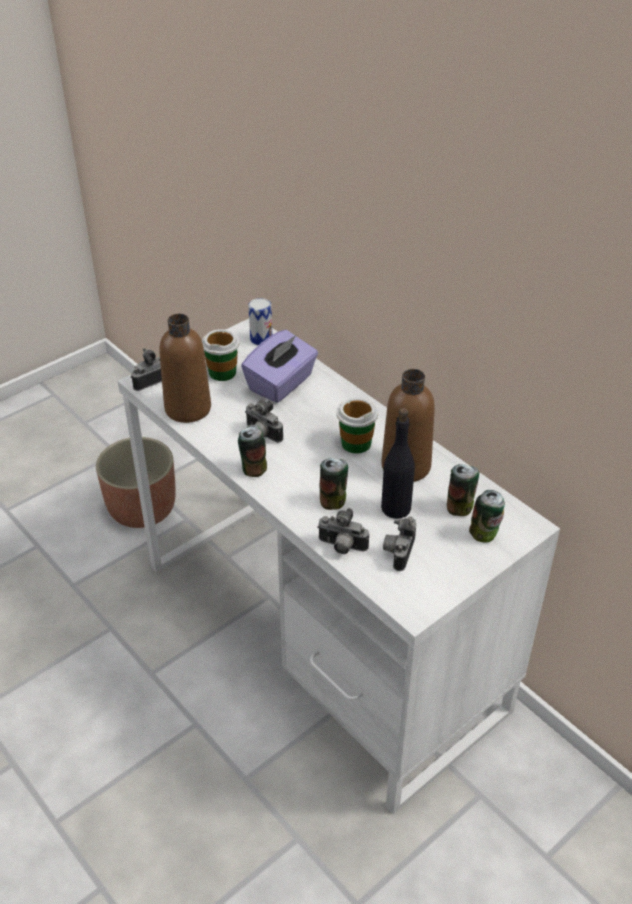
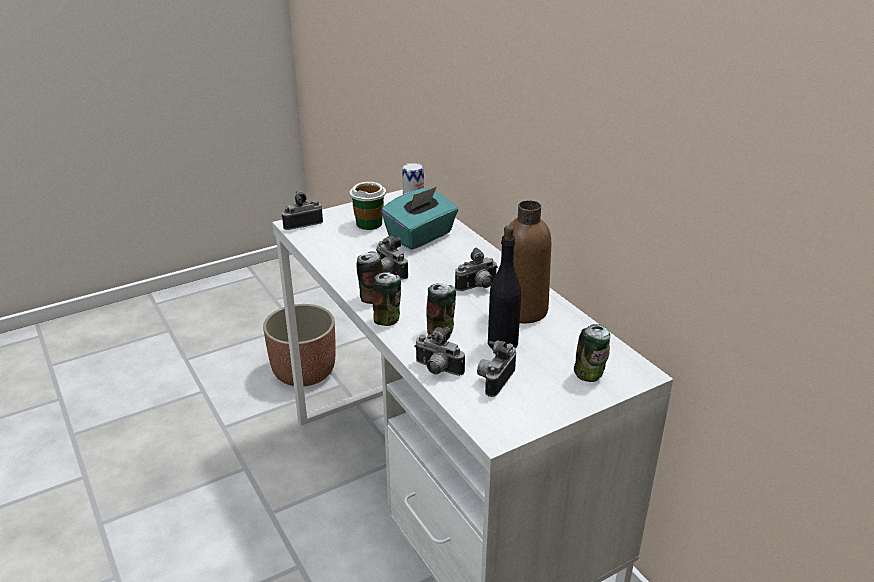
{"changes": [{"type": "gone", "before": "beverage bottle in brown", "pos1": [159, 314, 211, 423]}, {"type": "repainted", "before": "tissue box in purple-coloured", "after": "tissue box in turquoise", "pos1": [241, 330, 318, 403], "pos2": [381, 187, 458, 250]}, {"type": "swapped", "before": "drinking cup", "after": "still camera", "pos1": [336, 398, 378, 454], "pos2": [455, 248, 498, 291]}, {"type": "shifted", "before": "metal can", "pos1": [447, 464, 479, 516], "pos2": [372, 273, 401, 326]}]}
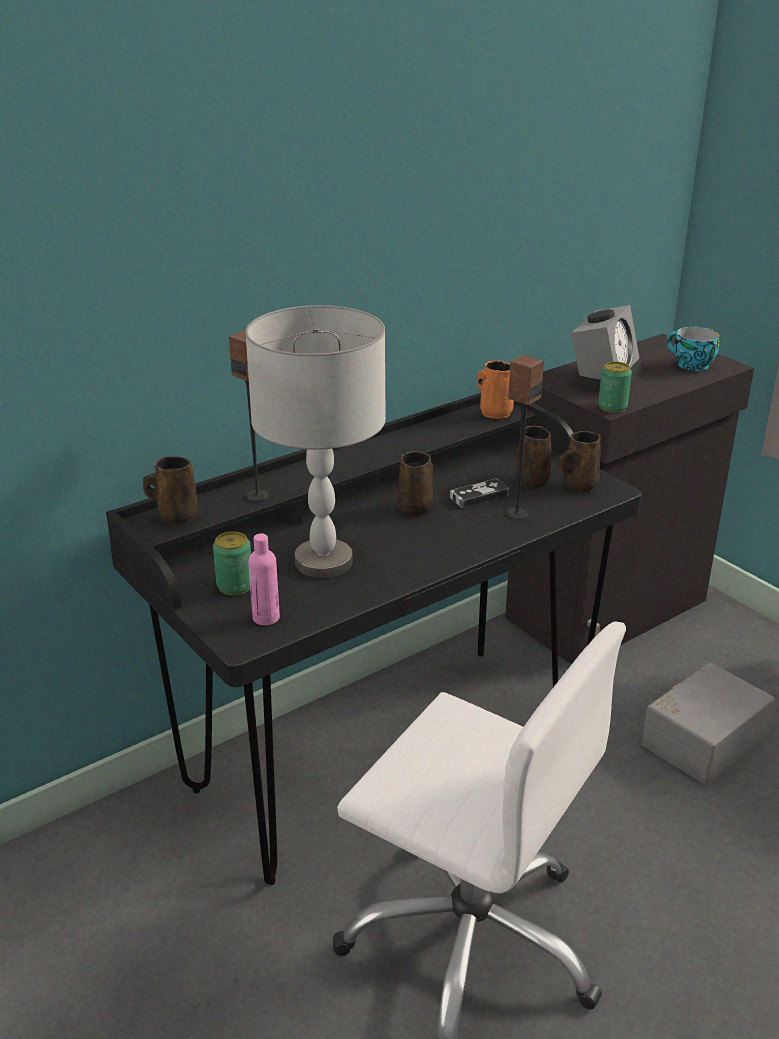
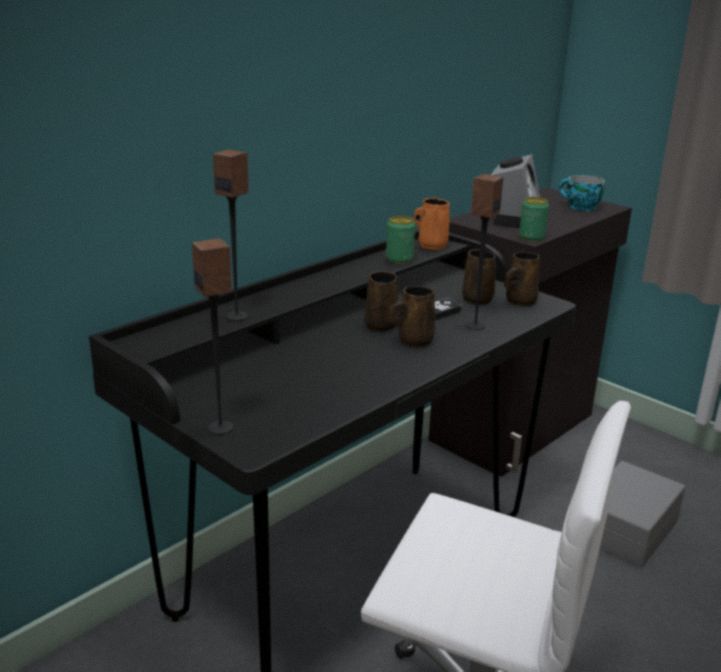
{"changes": [{"type": "gone", "before": "tabletop lamp in greyish", "pos1": [245, 305, 386, 578]}, {"type": "shifted", "before": "mug in brown", "pos1": [143, 456, 198, 526], "pos2": [389, 286, 435, 348]}, {"type": "shifted", "before": "metal can", "pos1": [213, 531, 251, 595], "pos2": [386, 216, 415, 264]}, {"type": "gone", "before": "beverage bottle in pink-coloured", "pos1": [248, 533, 280, 625]}, {"type": "new", "after": "speaker", "pos2": [192, 238, 233, 435]}]}
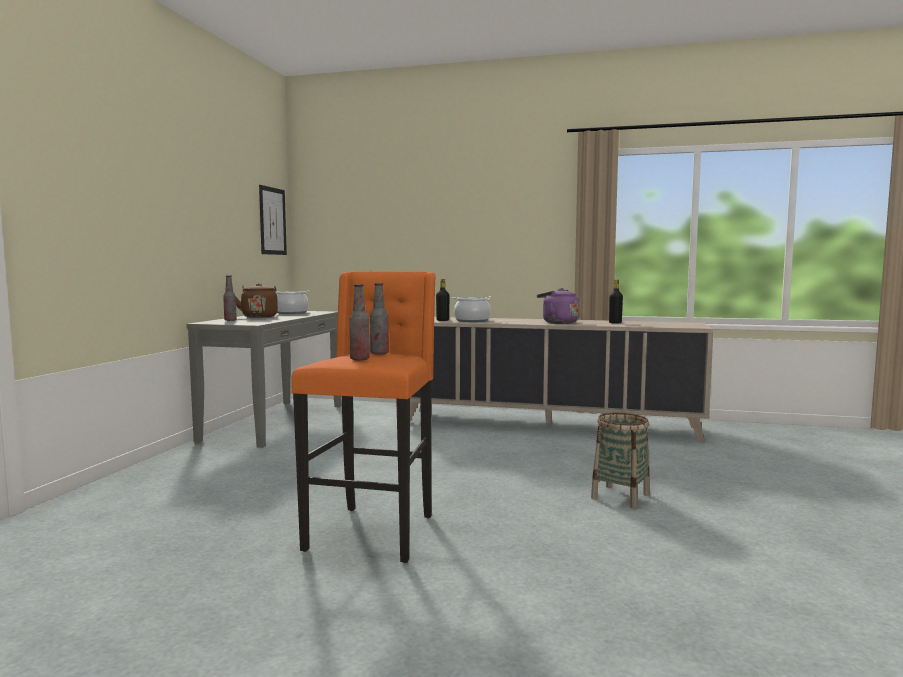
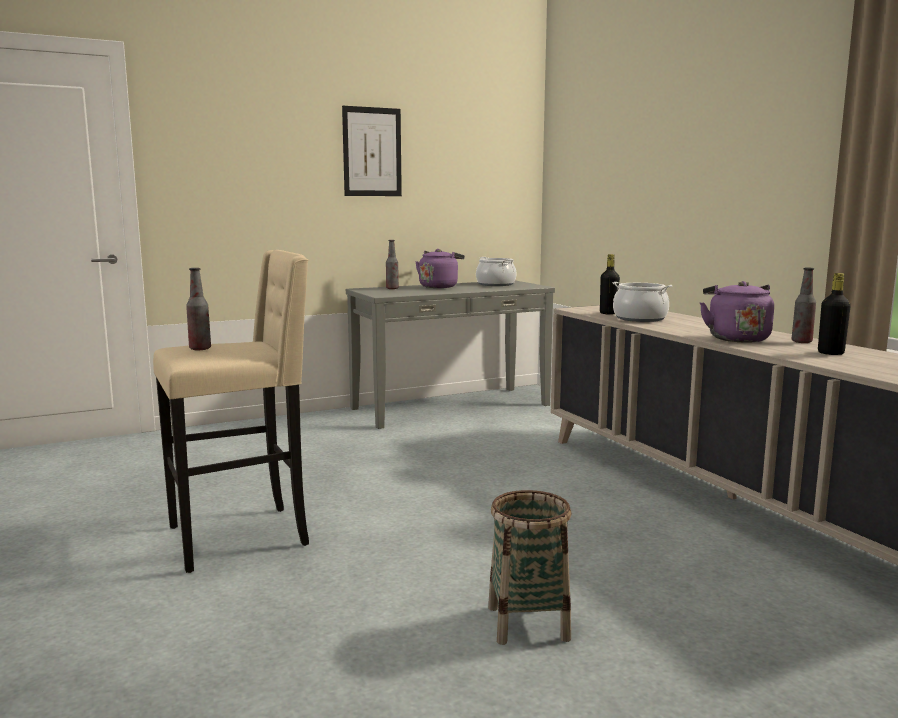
{"changes": [{"type": "shifted", "before": "wall art", "pos1": [259, 185, 287, 255], "pos2": [342, 106, 402, 196]}, {"type": "repainted", "before": "stool in orange", "after": "stool in beige-coloured", "pos1": [291, 271, 436, 563], "pos2": [153, 250, 309, 573]}, {"type": "repainted", "before": "tea kettle in brown", "after": "tea kettle in purple-coloured", "pos1": [236, 283, 278, 318], "pos2": [415, 249, 465, 288]}, {"type": "shifted", "before": "beverage bottle", "pos1": [370, 283, 389, 355], "pos2": [792, 268, 816, 343]}]}
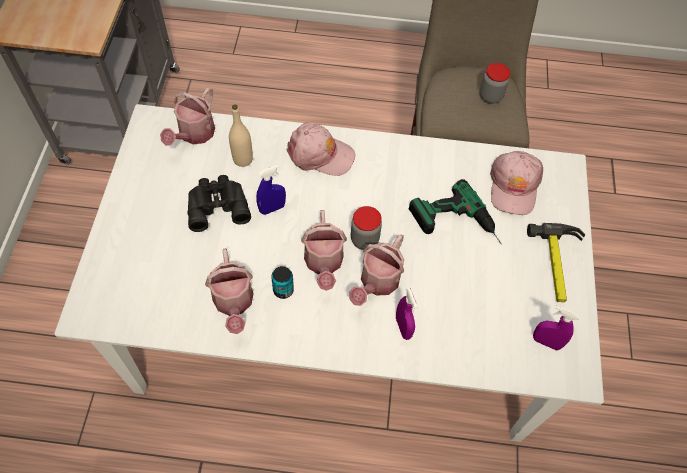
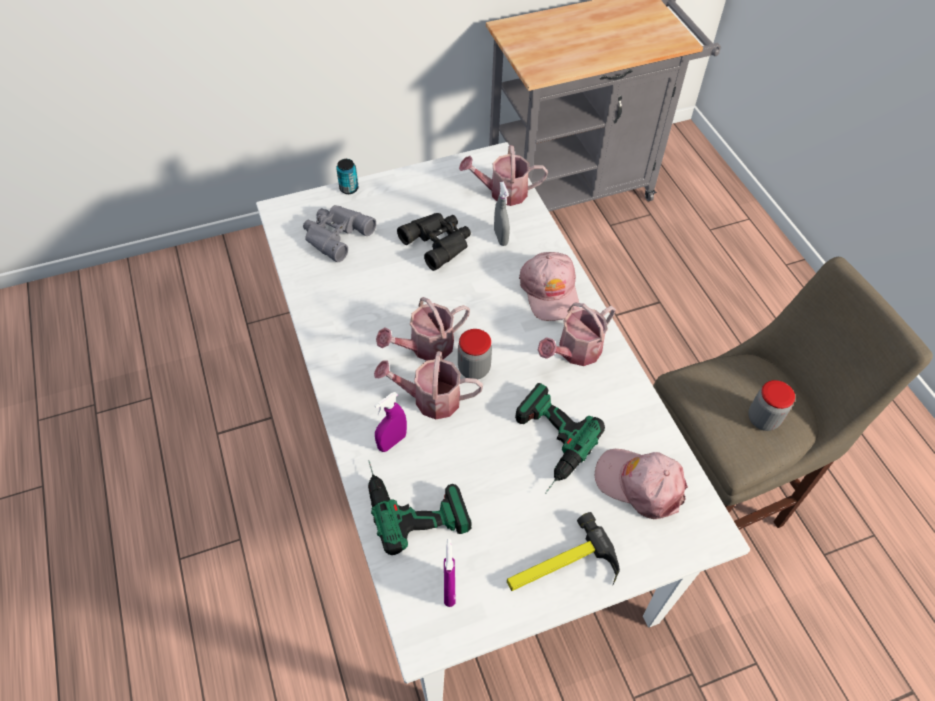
{"changes": [{"type": "swapped", "before": "beverage bottle in beige-coloured", "after": "sprayer in greyish", "pos1": [229, 104, 253, 167], "pos2": [494, 182, 510, 246]}, {"type": "rotated", "before": "baseball cap in pink-coloured", "pos1": [490, 151, 543, 215], "pos2": [595, 449, 688, 520], "turn": 45}, {"type": "gone", "before": "sprayer in blue", "pos1": [256, 165, 286, 215]}, {"type": "shifted", "before": "sprinkling can", "pos1": [205, 248, 254, 334], "pos2": [538, 302, 616, 366]}, {"type": "shifted", "before": "metal can", "pos1": [271, 266, 294, 299], "pos2": [336, 159, 359, 194]}, {"type": "new", "after": "binoculars in greyish", "pos2": [303, 205, 376, 262]}, {"type": "new", "after": "drill", "pos2": [368, 460, 472, 555]}]}
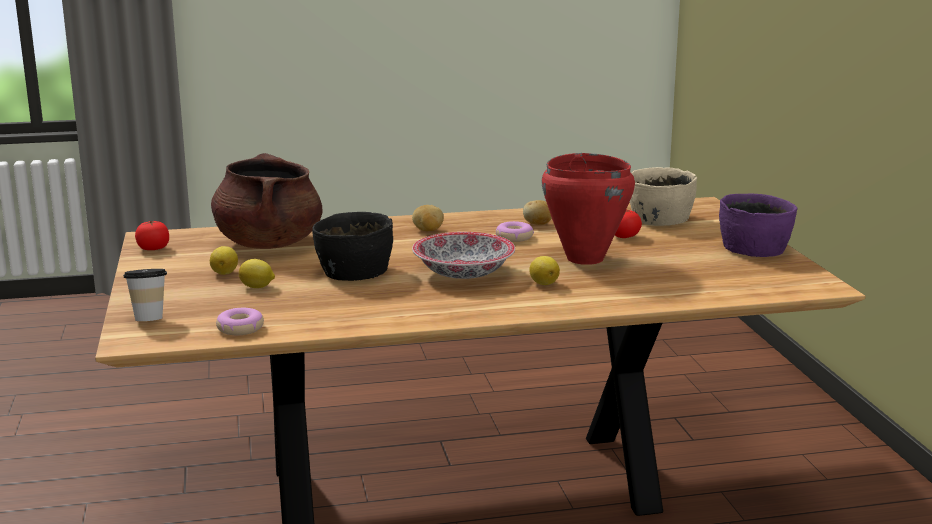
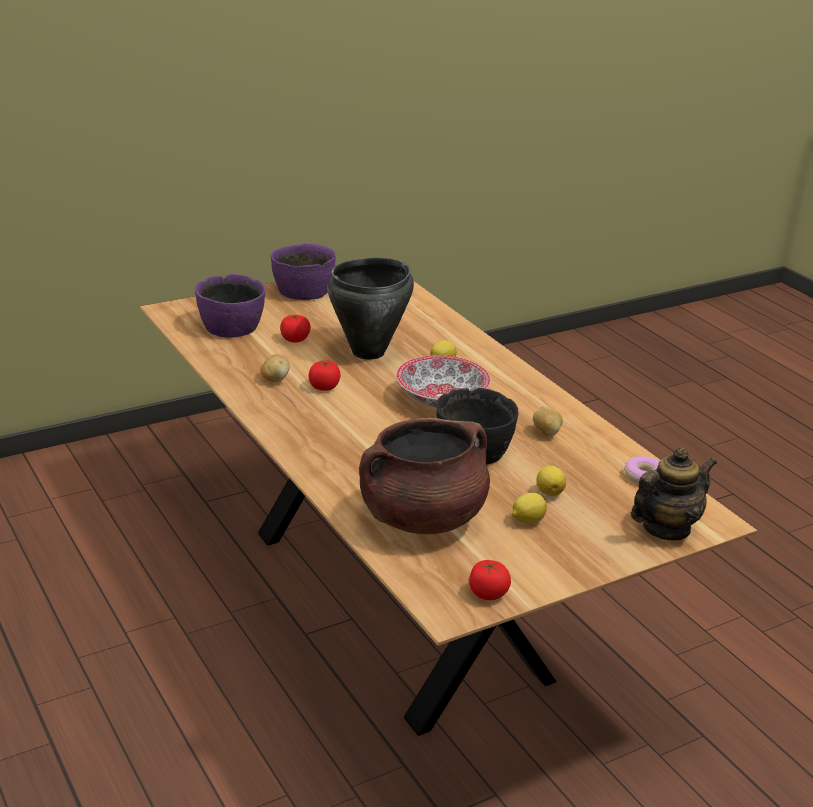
{"changes": [{"type": "repainted", "before": "cooking pot in reddish", "after": "cooking pot in black", "pos1": [542, 153, 635, 265], "pos2": [327, 258, 414, 360]}, {"type": "repainted", "before": "bowl in beige-coloured", "after": "bowl in purple-coloured", "pos1": [630, 167, 697, 226], "pos2": [195, 274, 266, 338]}, {"type": "shifted", "before": "spud", "pos1": [412, 205, 444, 231], "pos2": [533, 406, 563, 436]}, {"type": "swapped", "before": "doughnut", "after": "fresh tomato", "pos1": [496, 221, 534, 242], "pos2": [309, 360, 341, 391]}, {"type": "swapped", "before": "drinking cup", "after": "teapot", "pos1": [123, 269, 167, 321], "pos2": [631, 447, 717, 540]}]}
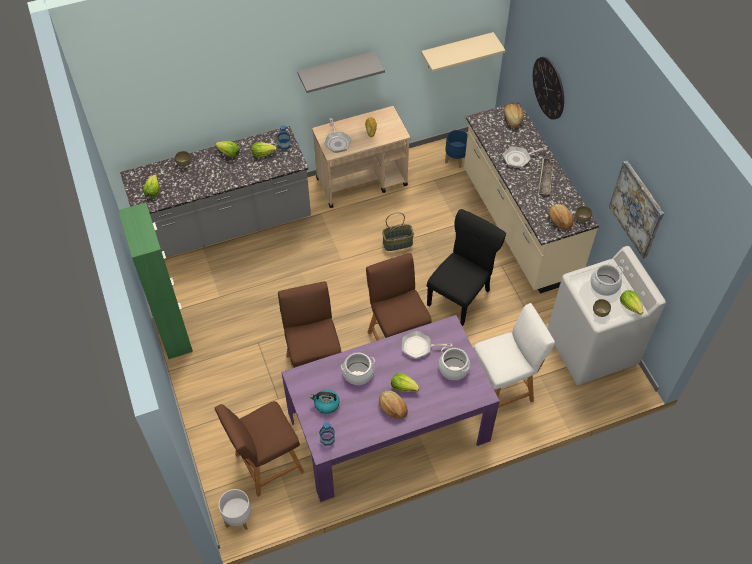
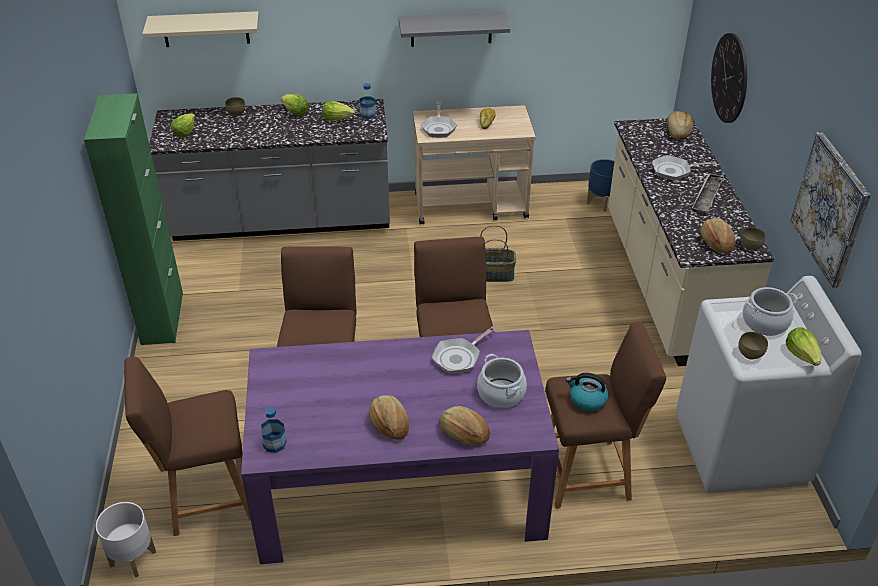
{"changes": [{"type": "shifted", "before": "shelf in beige-coloured", "pos1": [421, 32, 505, 72], "pos2": [142, 11, 259, 47]}, {"type": "gone", "before": "chair in black", "pos1": [427, 209, 506, 326]}, {"type": "repainted", "before": "stool in white", "after": "stool in brown", "pos1": [473, 303, 555, 408], "pos2": [545, 322, 666, 509]}, {"type": "rotated", "before": "skillet", "pos1": [402, 331, 453, 359], "pos2": [432, 326, 497, 374], "turn": -60}, {"type": "gone", "before": "cooking pot", "pos1": [341, 352, 375, 385]}, {"type": "gone", "before": "head of lettuce", "pos1": [391, 373, 420, 392]}, {"type": "shifted", "before": "tea kettle", "pos1": [310, 390, 340, 414], "pos2": [566, 373, 608, 411]}, {"type": "new", "after": "bread", "pos2": [439, 406, 490, 445]}]}
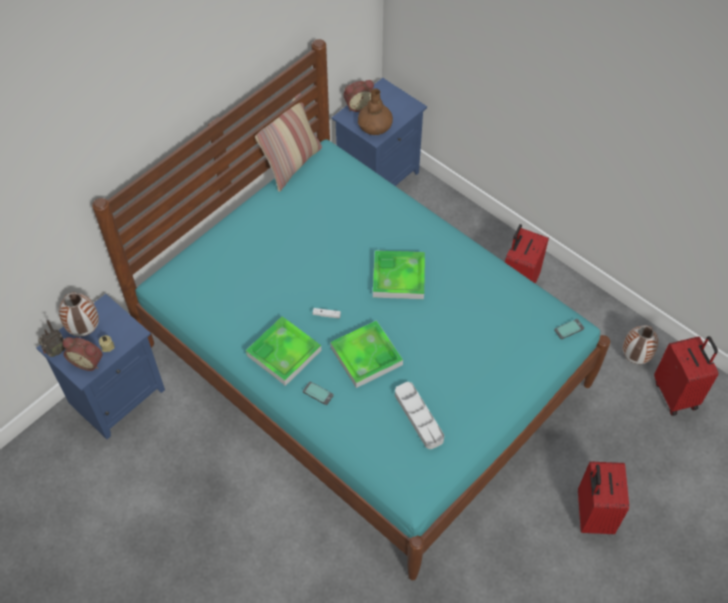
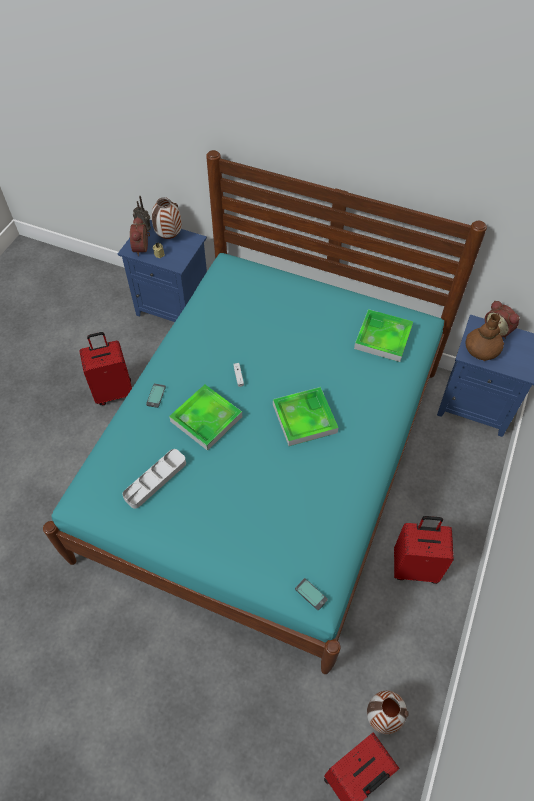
{"changes": [{"type": "gone", "before": "pillow", "pos1": [255, 93, 322, 192]}, {"type": "shifted", "before": "carrying tray", "pos1": [246, 316, 321, 386], "pos2": [354, 309, 413, 362]}, {"type": "shifted", "before": "travel case in reddish", "pos1": [578, 461, 629, 534], "pos2": [79, 332, 132, 405]}]}
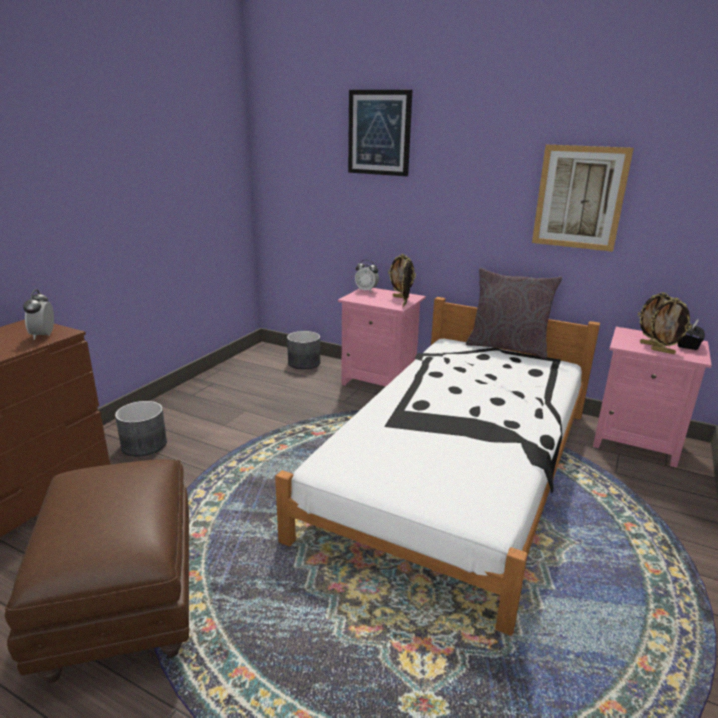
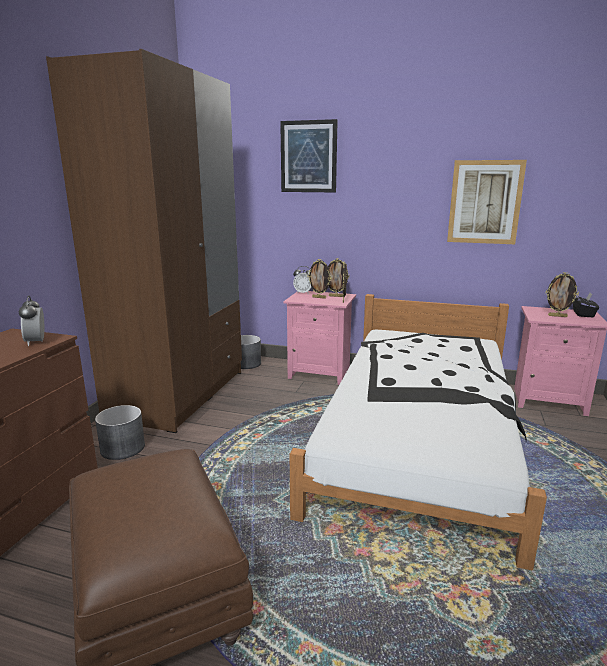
{"changes": [{"type": "gone", "before": "pillow in greyish", "pos1": [466, 268, 562, 359]}, {"type": "shifted", "before": "picture frame", "pos1": [649, 298, 692, 354], "pos2": [307, 259, 331, 299]}, {"type": "new", "after": "armoire in brown", "pos2": [46, 49, 242, 433]}]}
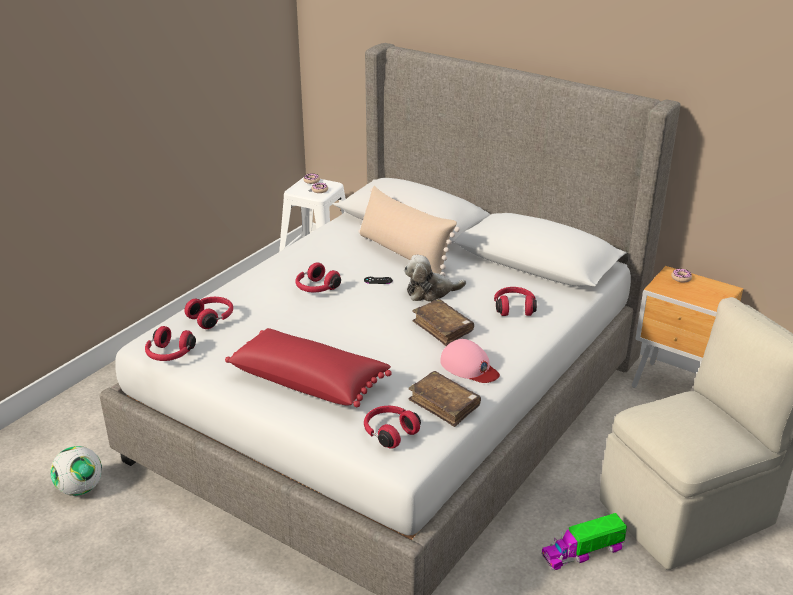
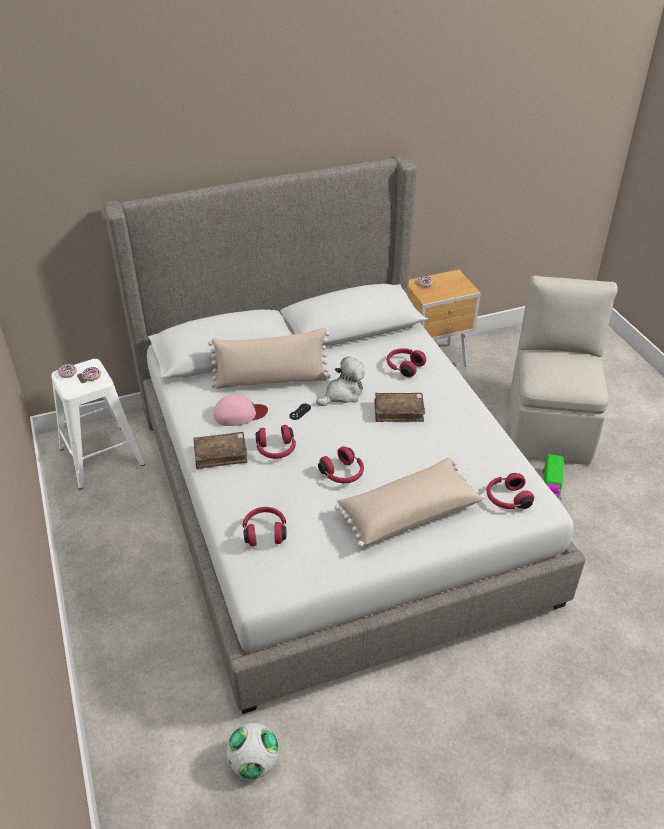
{"changes": [{"type": "rotated", "before": "soft toy", "pos1": [404, 255, 466, 302], "pos2": [316, 357, 365, 406], "turn": -150}, {"type": "shifted", "before": "headset in reddish", "pos1": [145, 326, 196, 361], "pos2": [318, 446, 364, 483]}, {"type": "repainted", "before": "pillow in reddish", "after": "pillow in beige-coloured", "pos1": [225, 328, 392, 407], "pos2": [335, 458, 485, 547]}, {"type": "shifted", "before": "baseball cap in pink-coloured", "pos1": [440, 339, 500, 383], "pos2": [214, 395, 268, 426]}, {"type": "shifted", "before": "volume in brown", "pos1": [408, 371, 481, 427], "pos2": [193, 432, 248, 469]}]}
